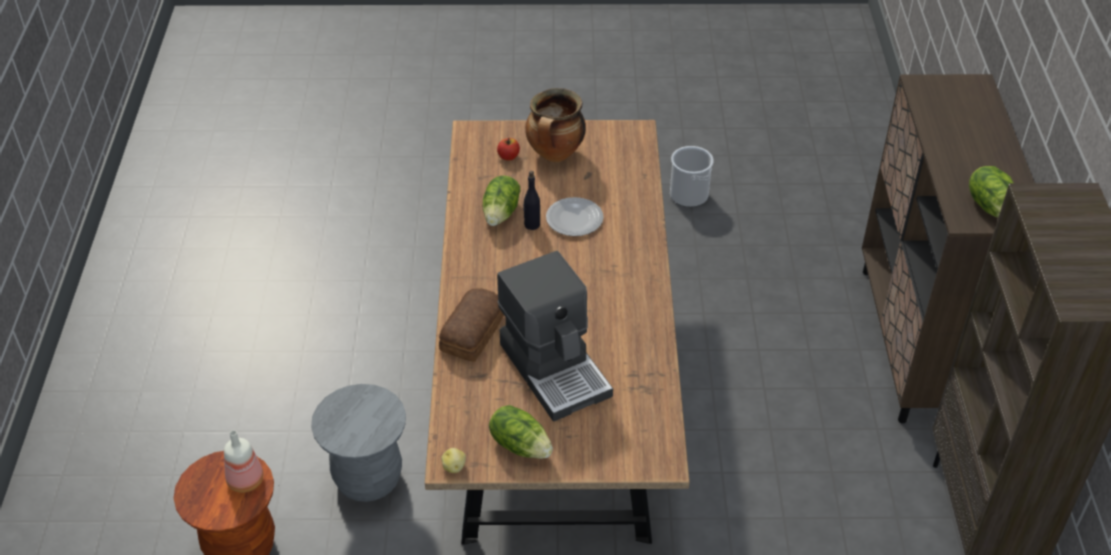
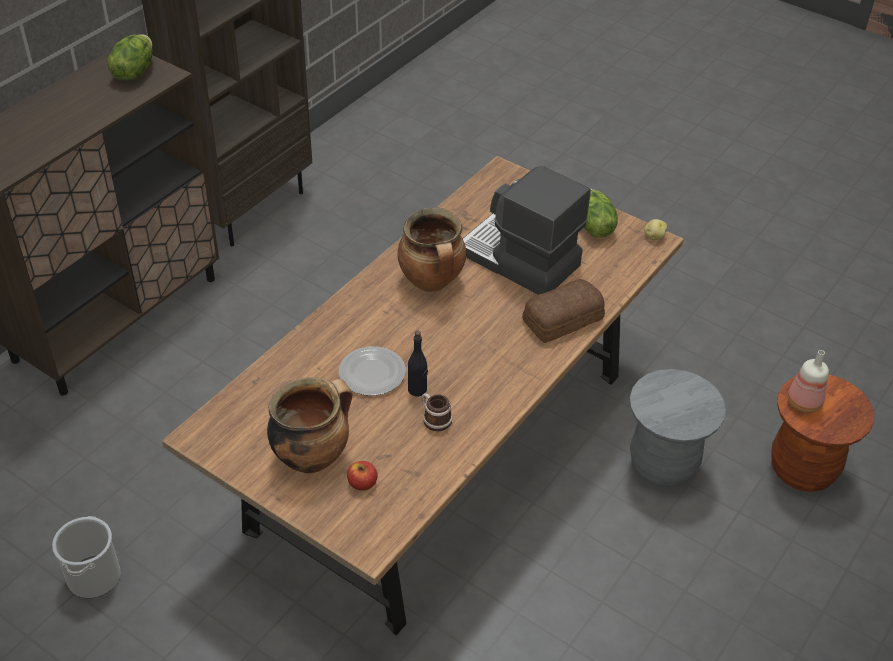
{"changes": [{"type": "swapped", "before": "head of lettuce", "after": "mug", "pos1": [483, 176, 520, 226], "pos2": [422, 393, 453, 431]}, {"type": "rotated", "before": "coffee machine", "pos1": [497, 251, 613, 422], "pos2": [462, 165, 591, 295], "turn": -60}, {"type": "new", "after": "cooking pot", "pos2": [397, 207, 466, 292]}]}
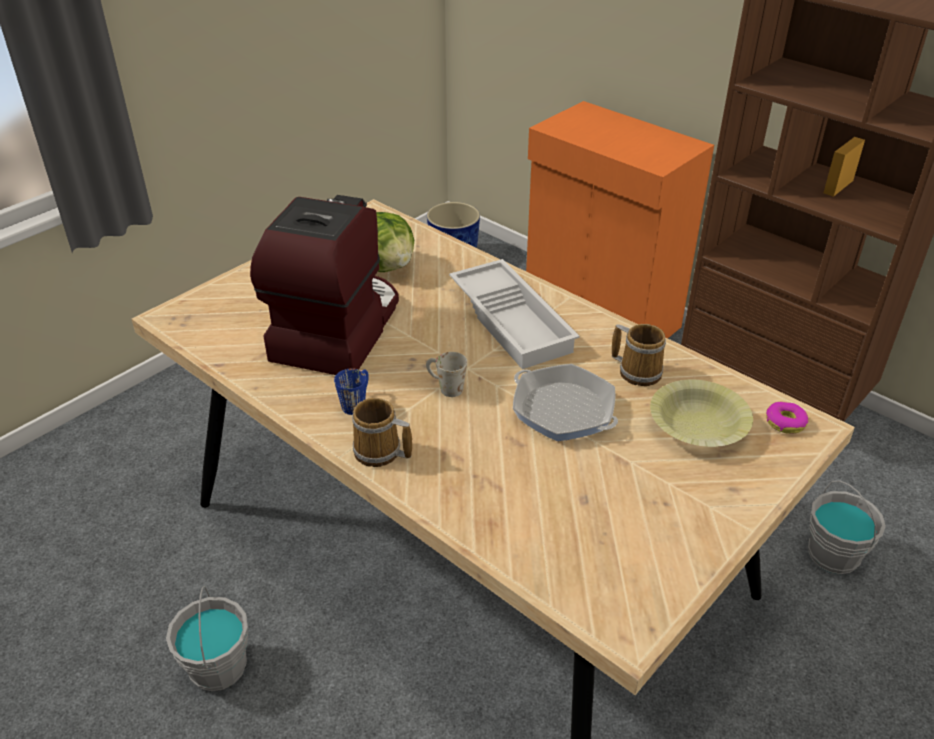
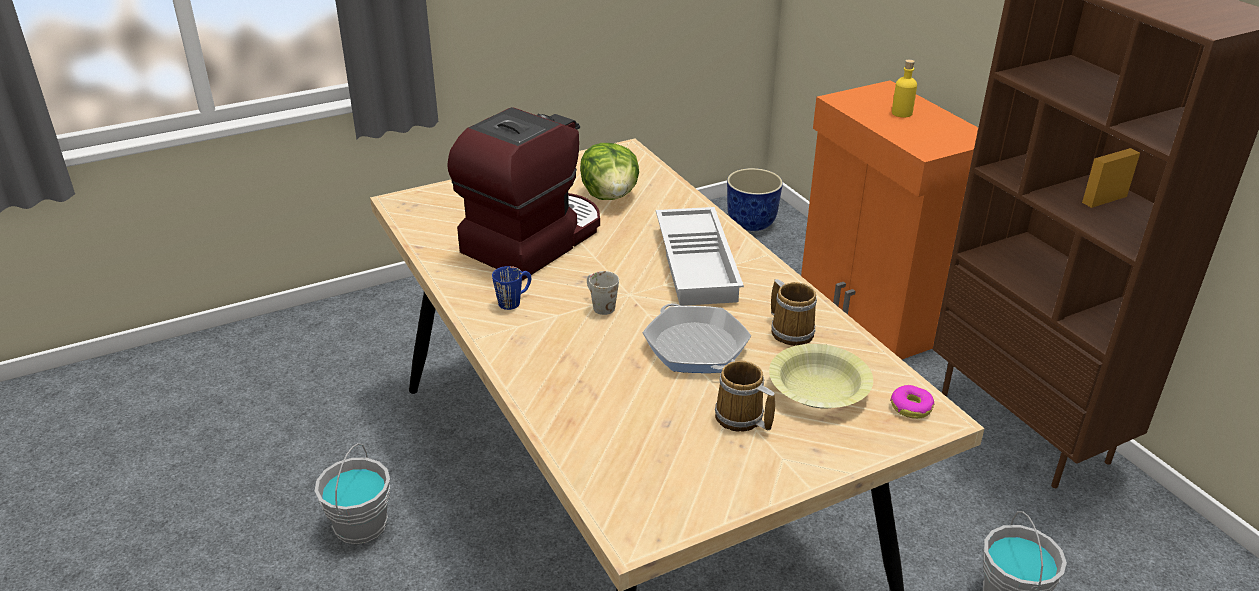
{"changes": [{"type": "shifted", "before": "mug", "pos1": [352, 398, 412, 467], "pos2": [715, 361, 775, 432]}, {"type": "new", "after": "beverage bottle in yellow-coloured", "pos2": [892, 59, 917, 118]}]}
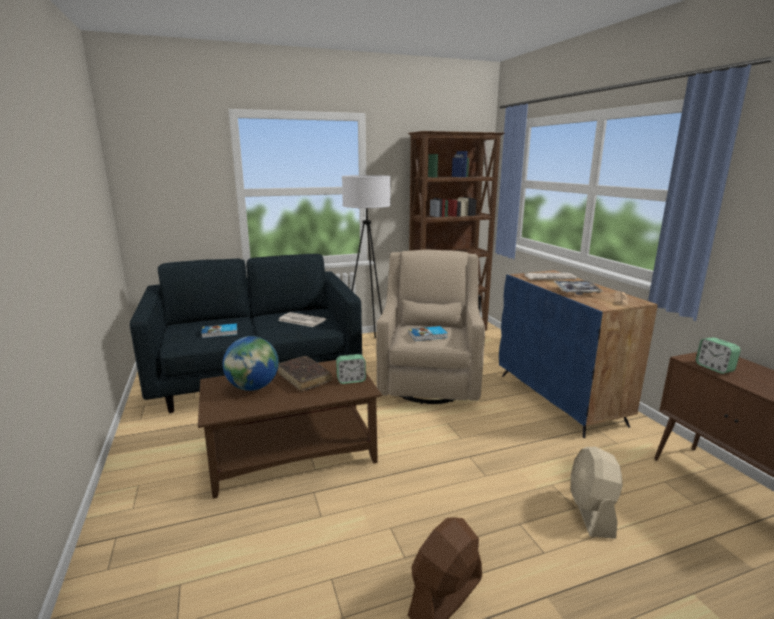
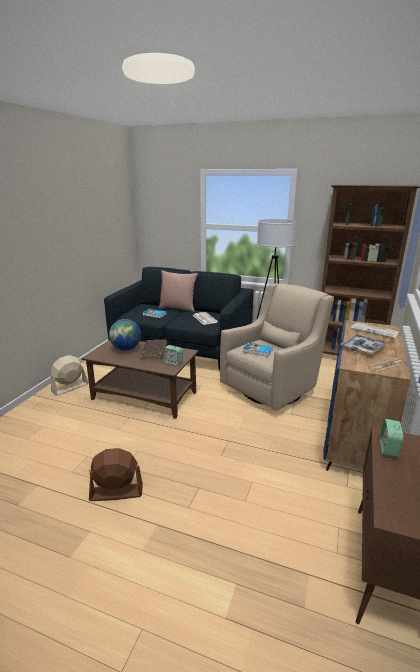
{"changes": [{"type": "shifted", "before": "fan in beige-coloured", "pos1": [571, 447, 623, 539], "pos2": [50, 355, 89, 396]}, {"type": "new", "after": "pillow in pink-coloured", "pos2": [159, 270, 198, 312]}]}
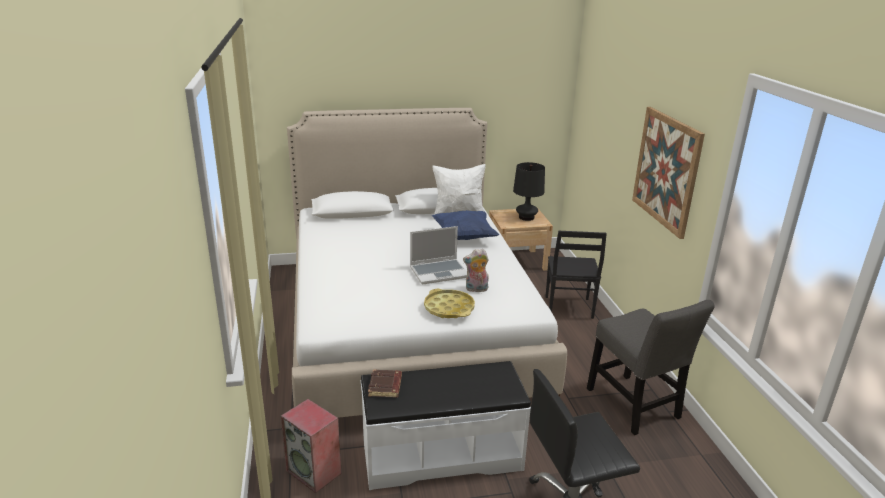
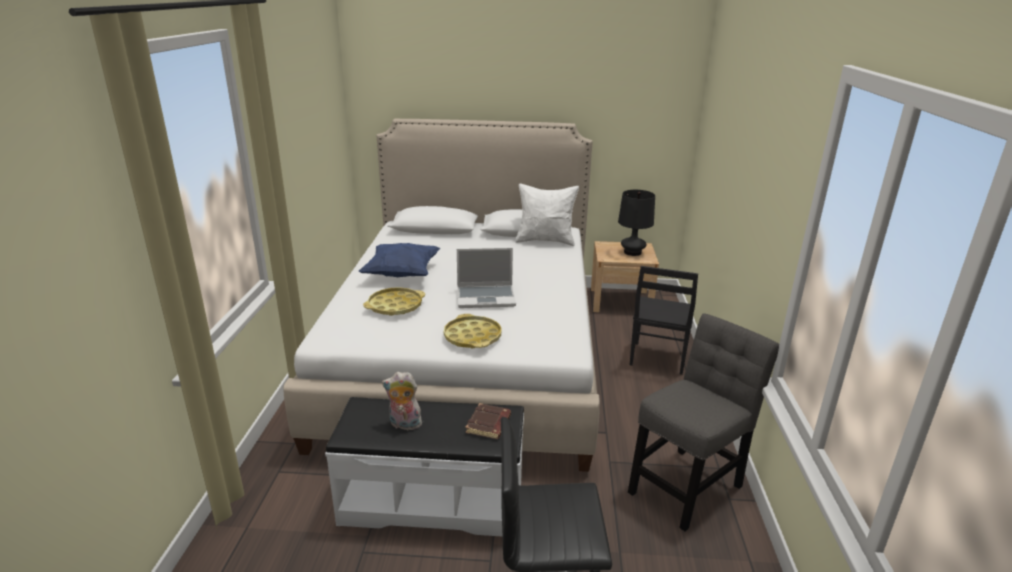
{"changes": [{"type": "gone", "before": "wall art", "pos1": [632, 107, 705, 239]}, {"type": "shifted", "before": "pillow in blue", "pos1": [432, 210, 499, 240], "pos2": [359, 243, 440, 277]}, {"type": "shifted", "before": "soft toy", "pos1": [463, 249, 489, 292], "pos2": [382, 372, 422, 430]}, {"type": "rotated", "before": "chair in greyish", "pos1": [587, 300, 715, 435], "pos2": [628, 314, 779, 531], "turn": -120}, {"type": "shifted", "before": "volume in brown", "pos1": [368, 370, 402, 398], "pos2": [465, 403, 511, 439]}, {"type": "gone", "before": "speaker", "pos1": [281, 399, 342, 493]}, {"type": "new", "after": "carrying tray in yellow-coloured", "pos2": [363, 287, 425, 316]}]}
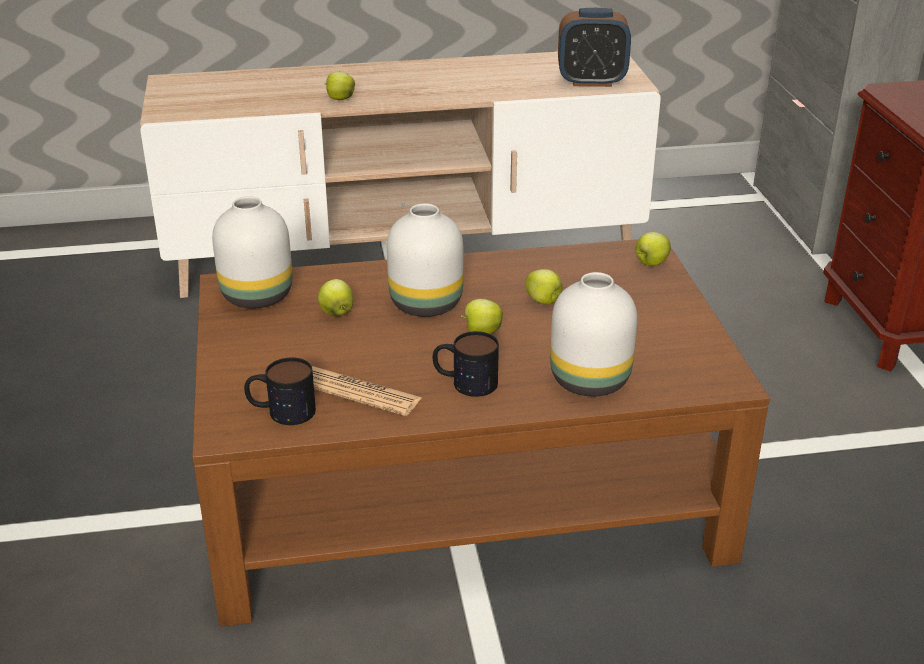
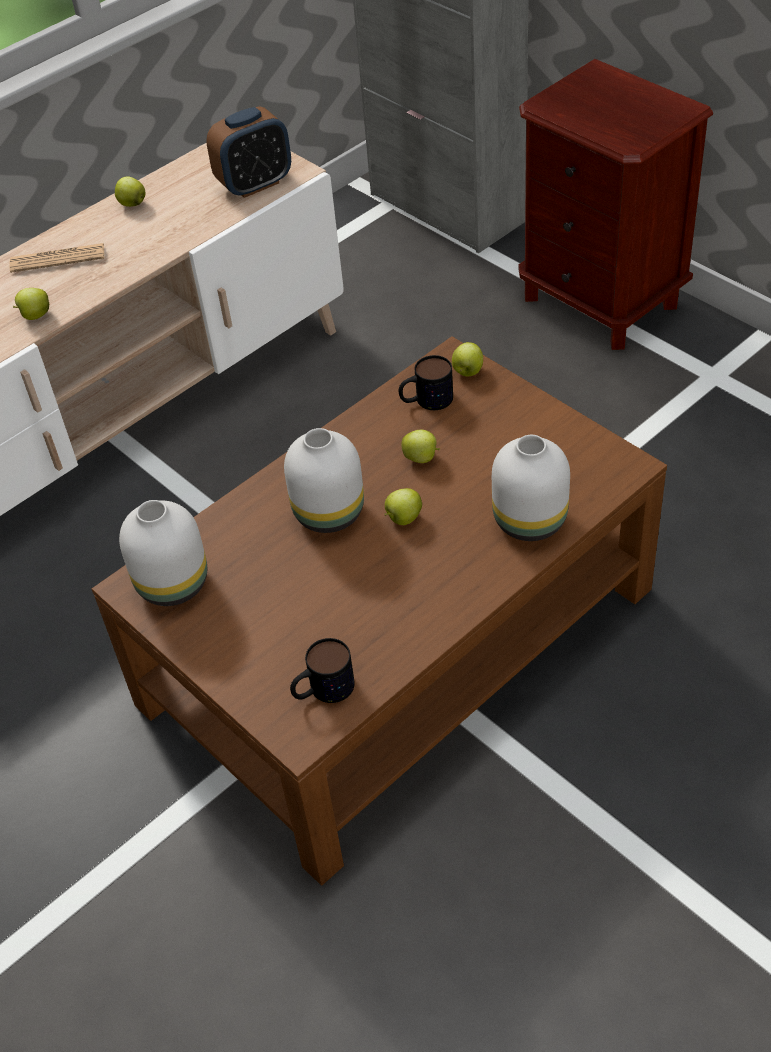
{"changes": [{"type": "shifted", "before": "apple", "pos1": [318, 279, 353, 317], "pos2": [115, 176, 145, 207]}, {"type": "shifted", "before": "mug", "pos1": [433, 331, 499, 397], "pos2": [399, 355, 453, 410]}, {"type": "shifted", "before": "newspaper", "pos1": [312, 366, 421, 416], "pos2": [9, 243, 104, 273]}]}
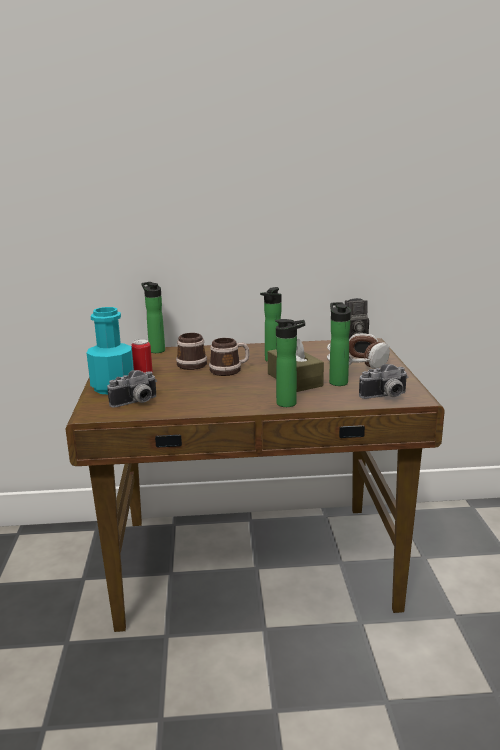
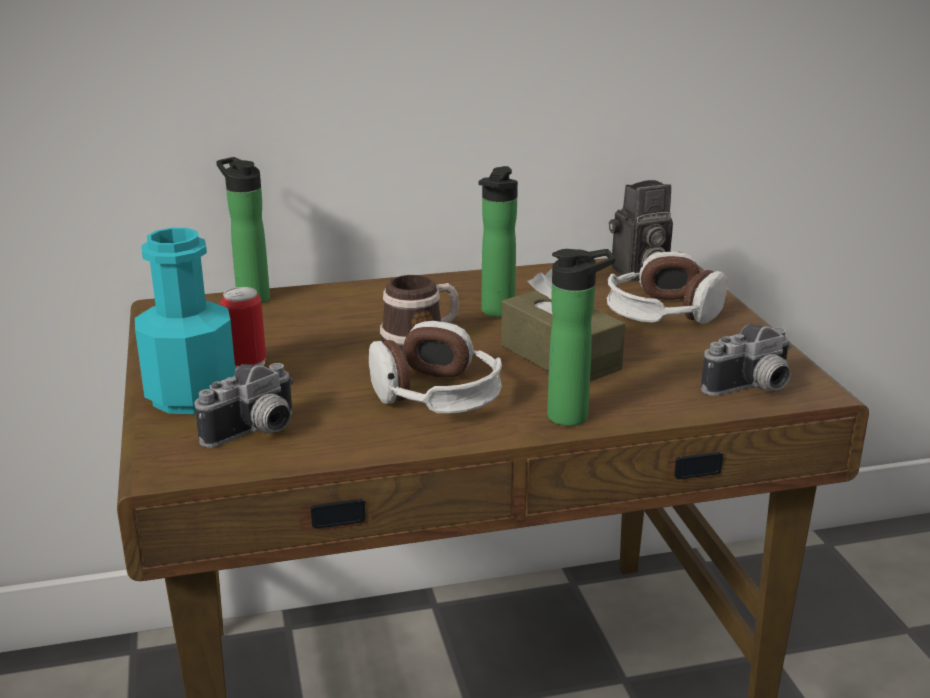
{"changes": [{"type": "gone", "before": "beverage bottle", "pos1": [329, 302, 351, 386]}, {"type": "gone", "before": "mug", "pos1": [176, 333, 207, 370]}, {"type": "new", "after": "headset", "pos2": [369, 321, 502, 413]}]}
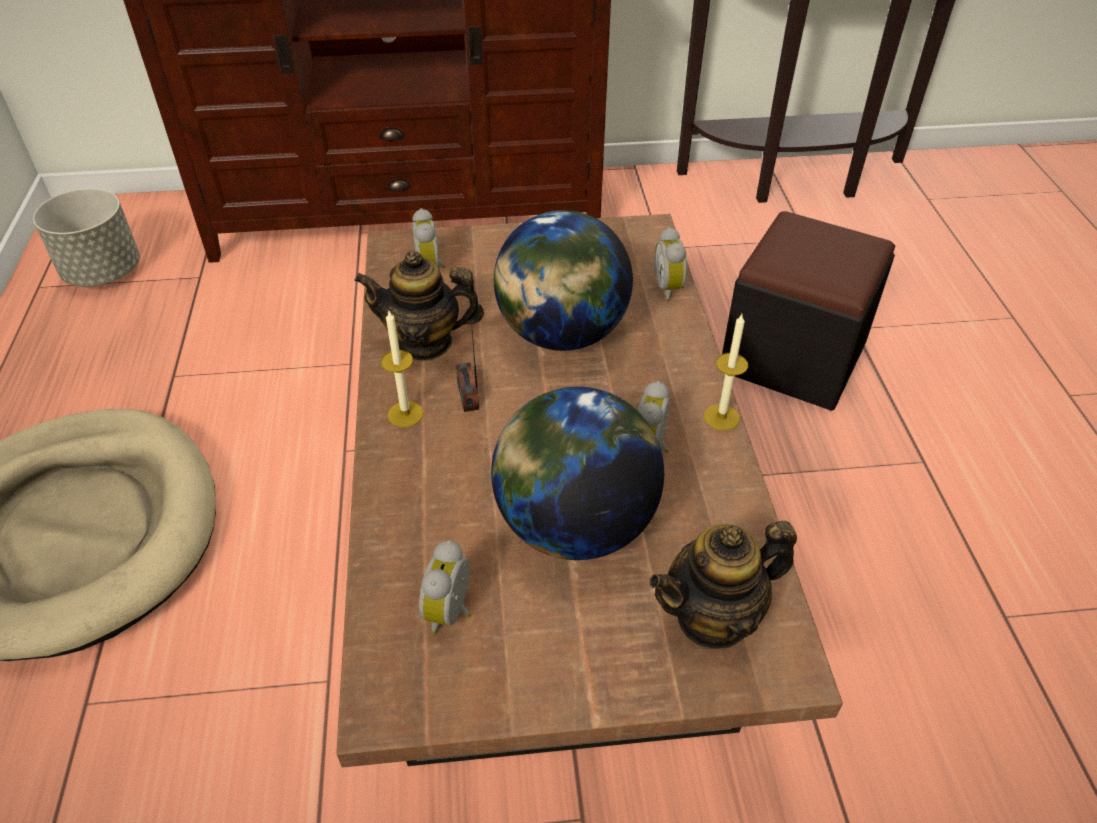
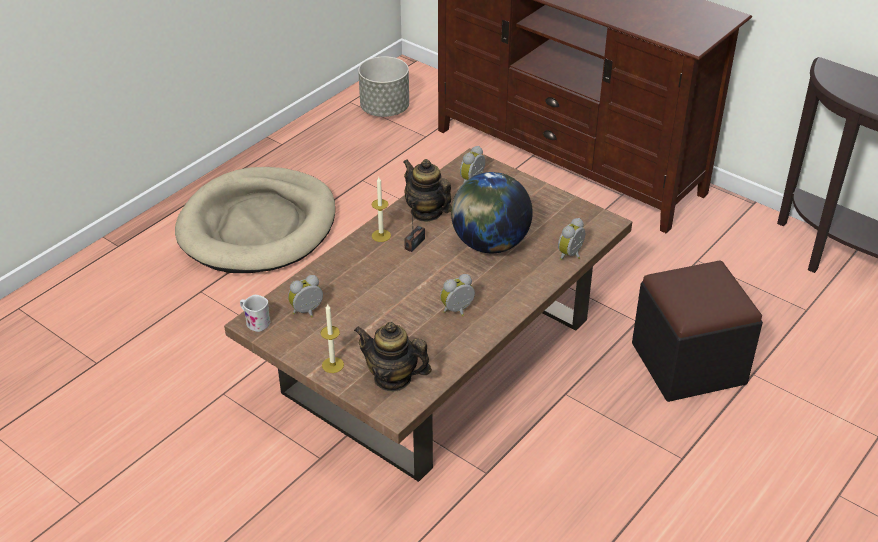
{"changes": [{"type": "shifted", "before": "candle", "pos1": [704, 314, 748, 431], "pos2": [320, 304, 344, 373]}, {"type": "gone", "before": "globe", "pos1": [491, 387, 664, 560]}, {"type": "new", "after": "mug in white", "pos2": [240, 295, 270, 332]}]}
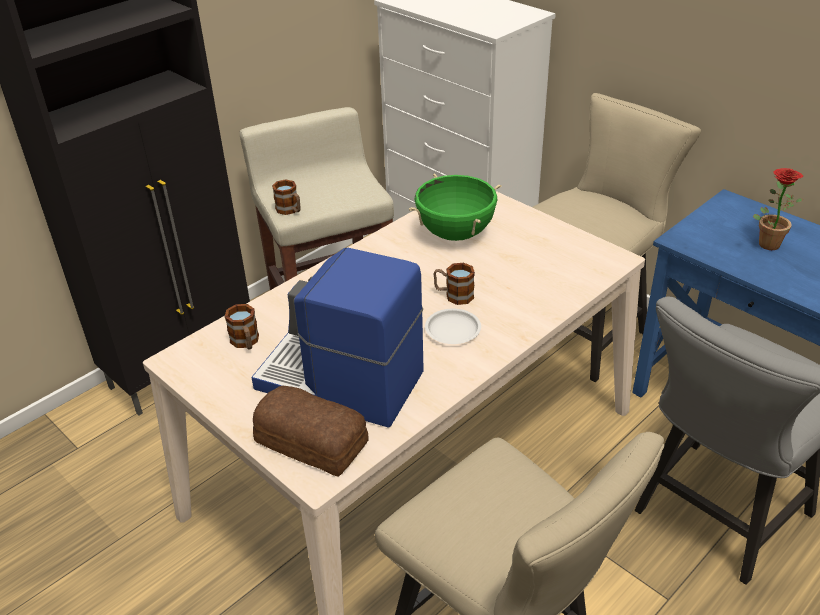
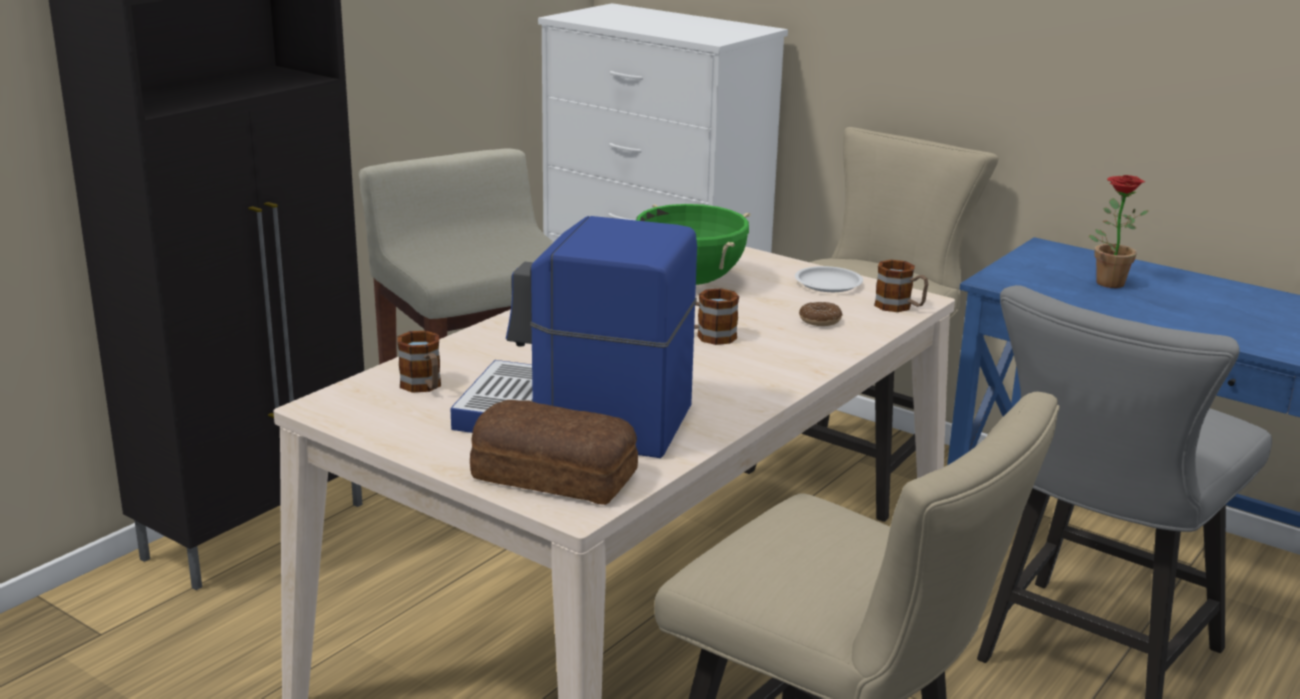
{"changes": [{"type": "shifted", "before": "mug", "pos1": [272, 179, 301, 215], "pos2": [874, 260, 928, 312]}, {"type": "shifted", "before": "flat dish in white", "pos1": [425, 309, 481, 344], "pos2": [795, 266, 863, 292]}, {"type": "new", "after": "doughnut", "pos2": [799, 302, 843, 326]}]}
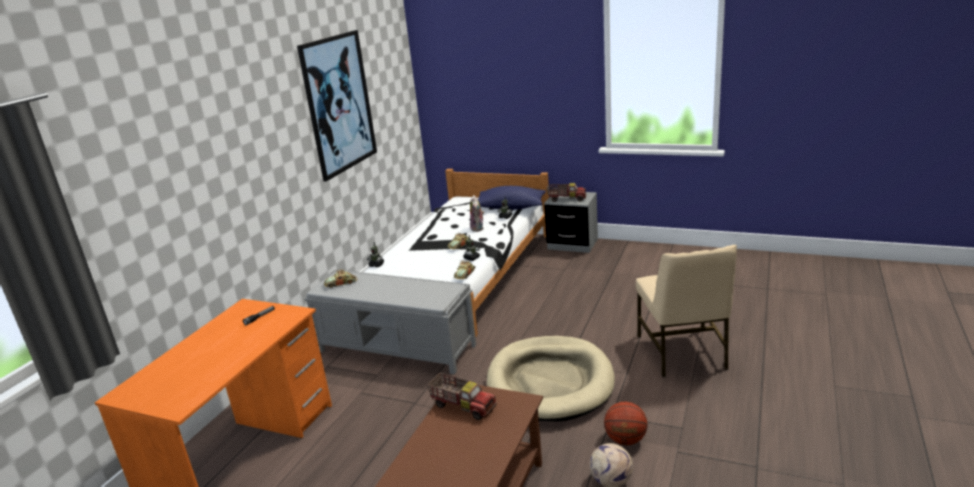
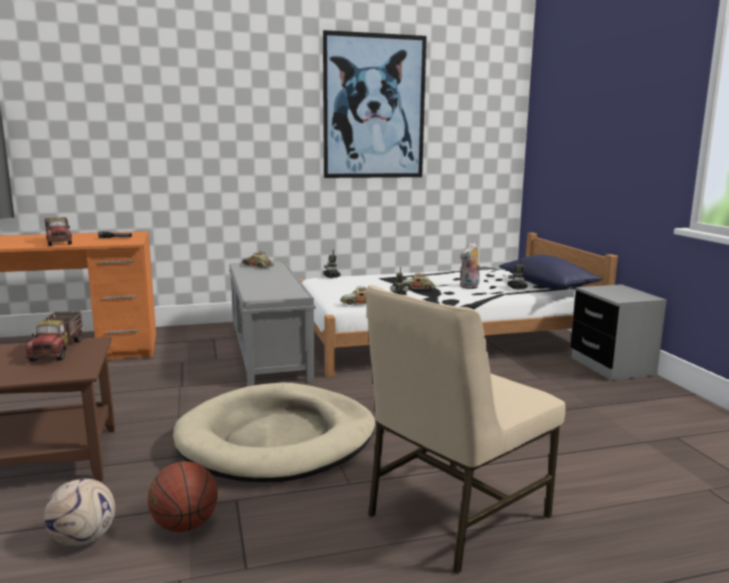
{"changes": [{"type": "shifted", "before": "model truck", "pos1": [547, 183, 586, 202], "pos2": [45, 217, 72, 246]}]}
